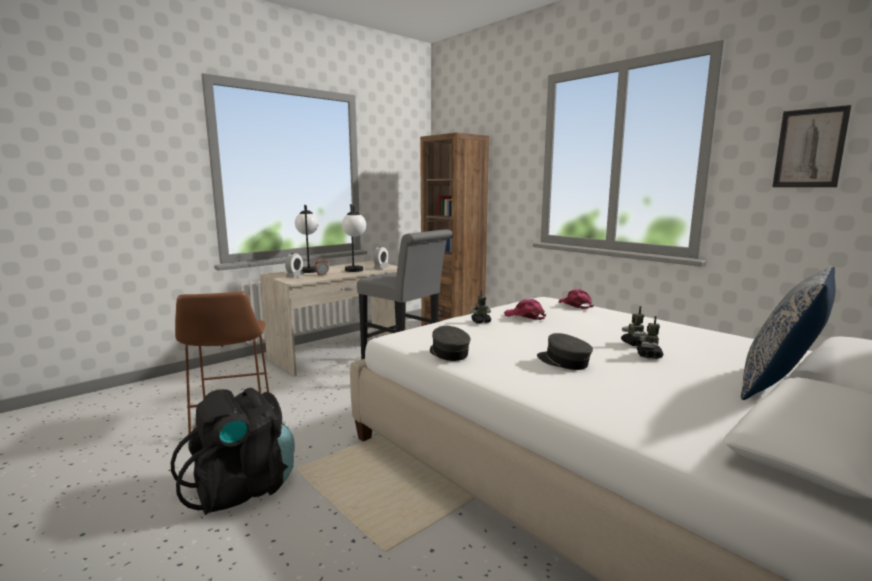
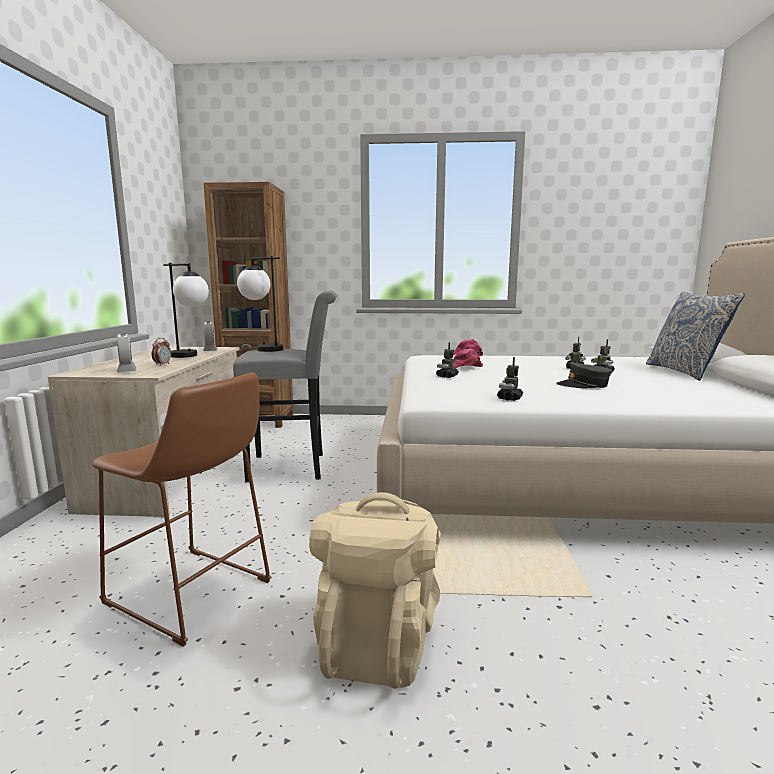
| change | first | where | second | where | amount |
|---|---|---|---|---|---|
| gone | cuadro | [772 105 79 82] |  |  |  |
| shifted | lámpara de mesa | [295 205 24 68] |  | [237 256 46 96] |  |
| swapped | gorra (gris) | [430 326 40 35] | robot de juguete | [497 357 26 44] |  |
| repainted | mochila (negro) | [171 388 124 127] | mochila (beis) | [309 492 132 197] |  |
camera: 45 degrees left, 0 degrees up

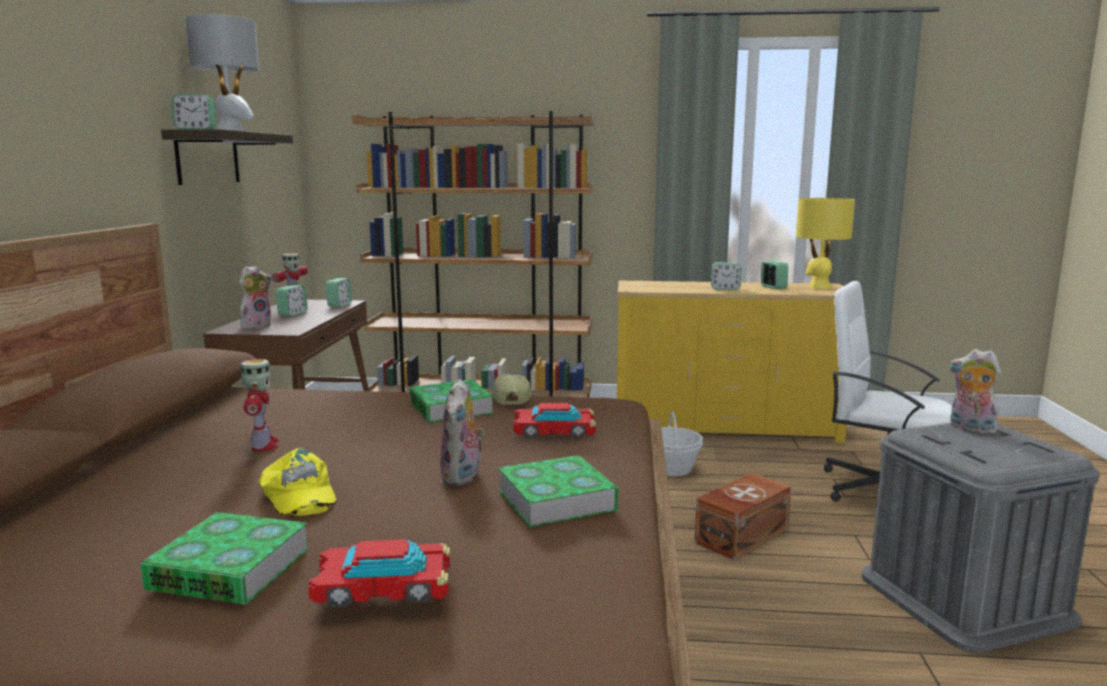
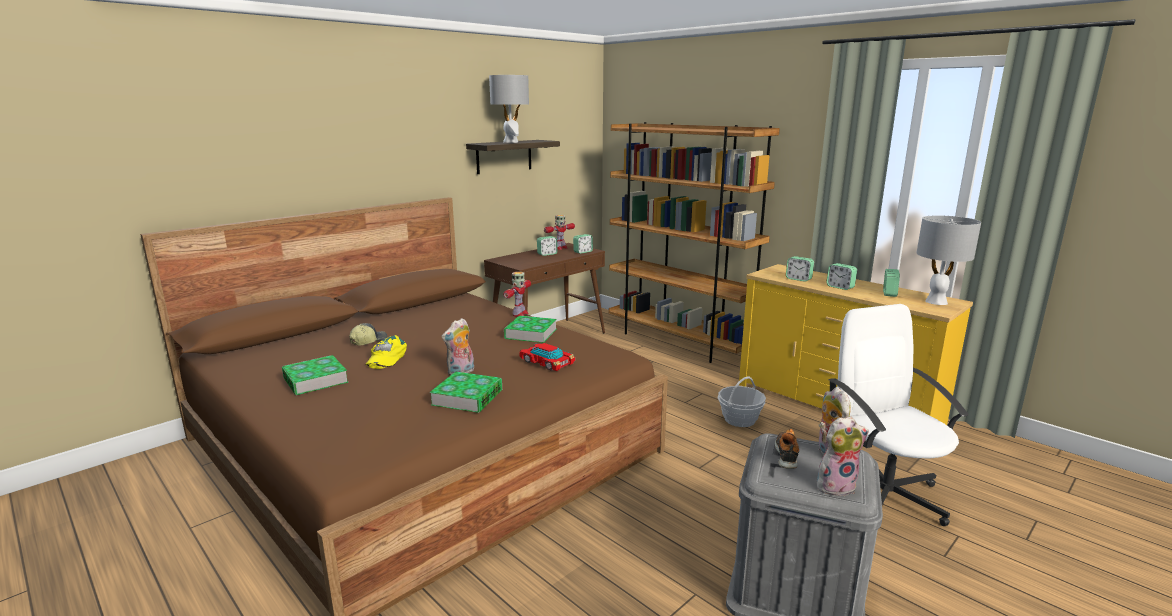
| change | first | where | second | where | amount |
|---|---|---|---|---|---|
| gone | coche de juguete | [308 539 142 69] |  |  |  |
| gone | caja de almacenaje (marrón) | [694 473 98 87] |  |  |  |
| new |  |  | zapato | [775 429 24 40] |  |
| shifted | despertador | [171 94 45 35] |  | [786 256 28 26] |  |
| shifted | peluche | [239 266 32 63] |  | [817 416 52 81] |  |
| shifted | robot de juguete | [240 359 39 93] |  | [503 272 28 45] |  |
| shifted | gorra | [492 372 39 33] |  | [349 323 38 23] |  |
| repainted | lámpara de mesa (amarillo) | [796 198 59 91] | lámpara de mesa (gris) | [917 215 64 90] |  |
camera: 40 degrees right, 5 degrees up

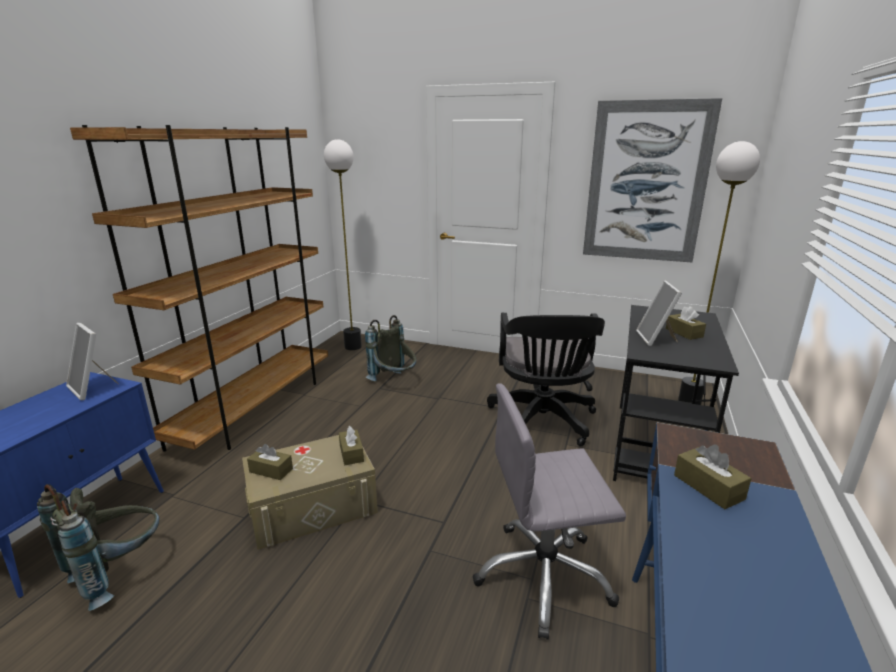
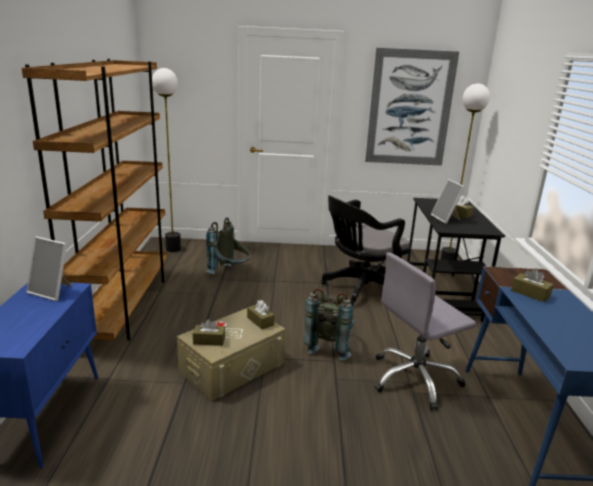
| change | first | where | second | where | amount |
|---|---|---|---|---|---|
| shifted | mochila (gris) | [37 484 123 127] |  | [304 288 51 72] |  |
| rotated | silla de oficina (negro) | [487 313 118 133] |  | [321 195 90 110] | 75 degrees clockwise |
camera: 20 degrees left, 0 degrees up

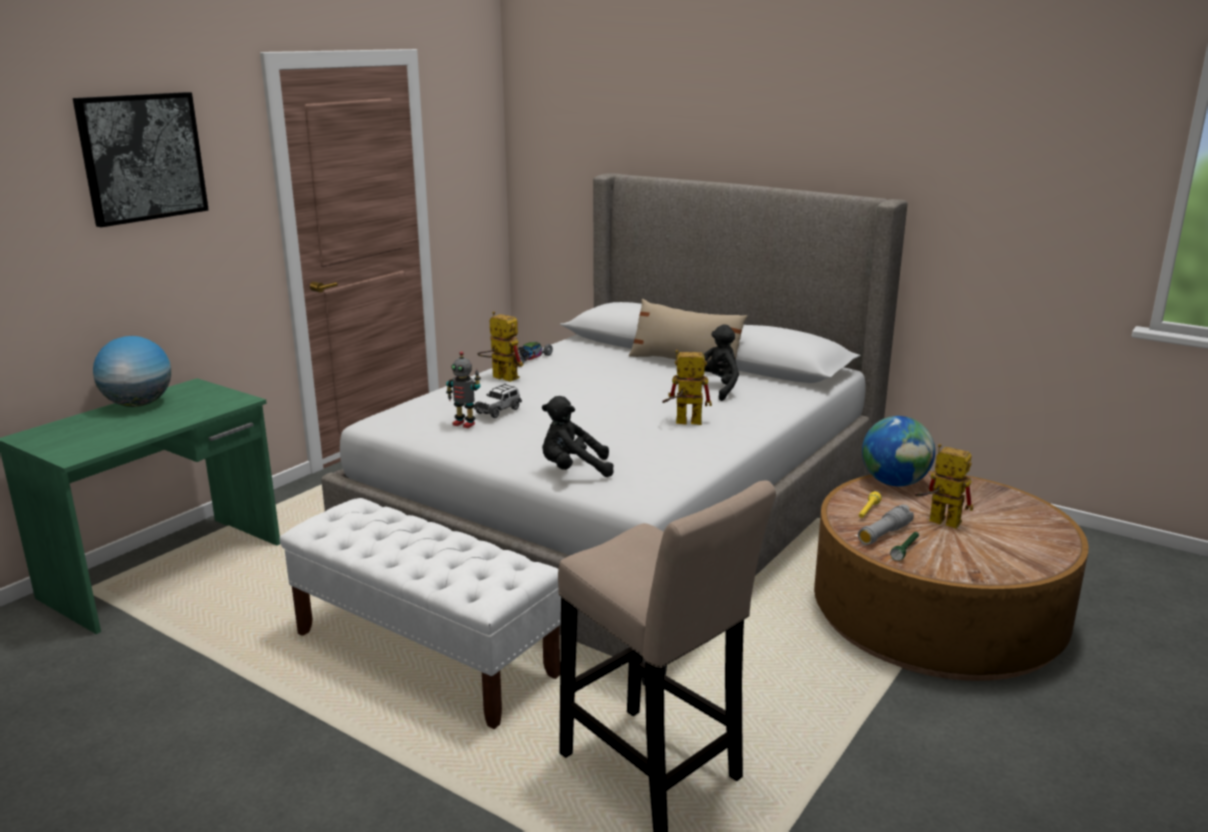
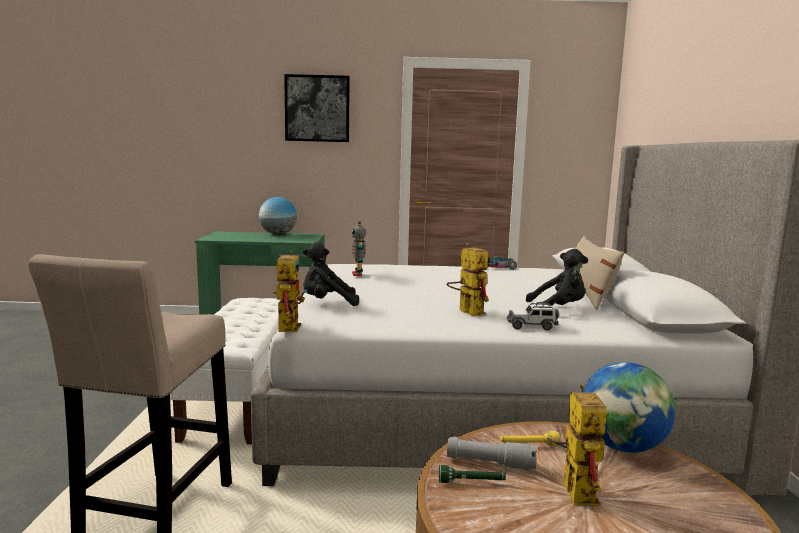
| change | first | where | second | where | amount |
|---|---|---|---|---|---|
| shifted | coche de juguete | [474 384 48 34] |  | [507 303 52 28] |  |
| shifted | robot de juguete | [478 311 45 71] |  | [273 250 34 82] |  |
| rotated | peluche (negro) | [542 396 72 81] |  | [303 242 56 64] | 60 degrees counterclockwise |
camera: 55 degrees right, 10 degrees down

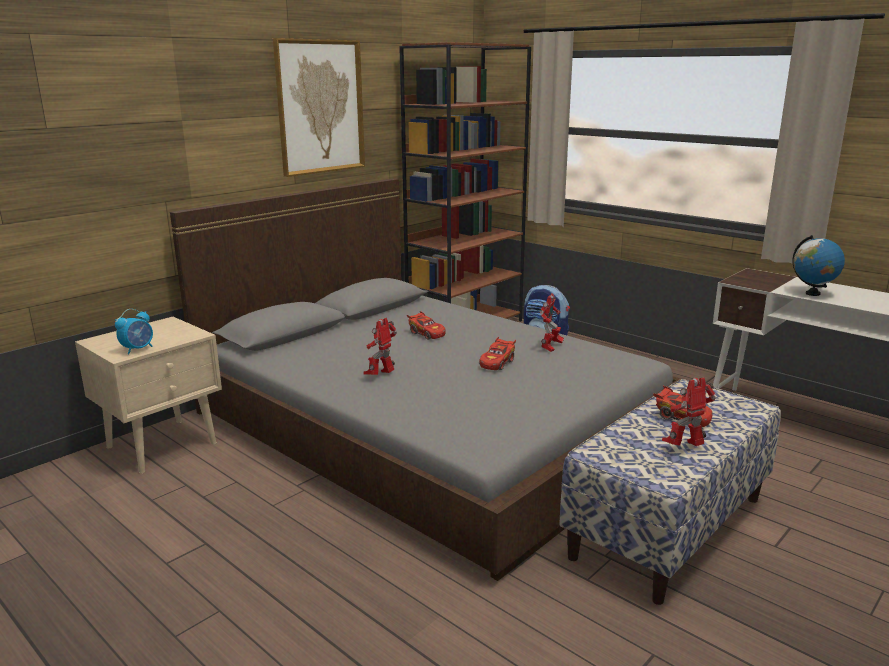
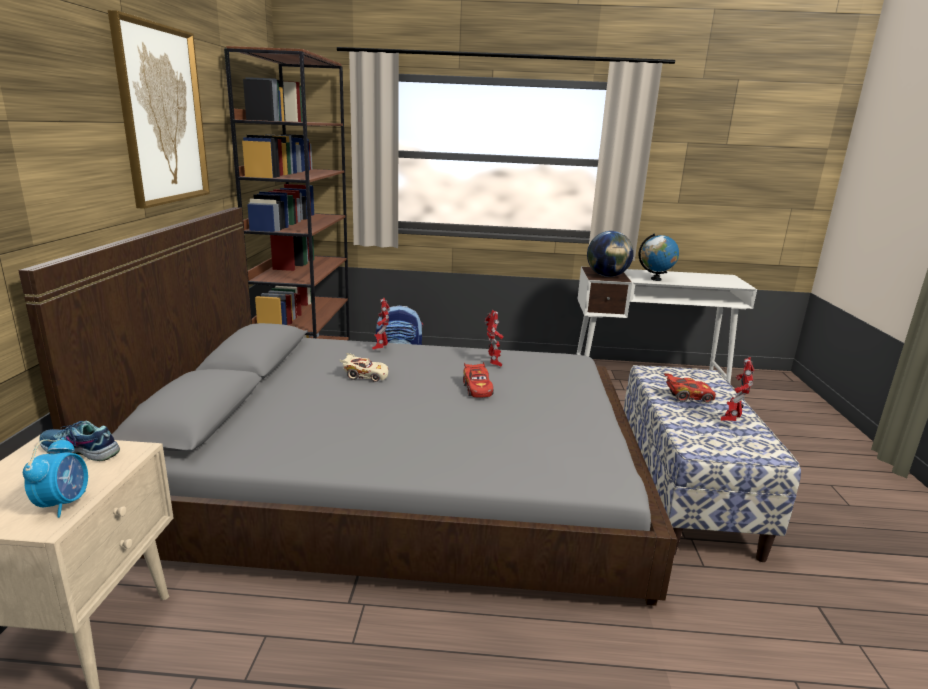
| change | first | where | second | where | amount |
|---|---|---|---|---|---|
| new |  |  | zapato | [39 421 81 40] |  |
| new |  |  | globo terráqueo | [587 231 47 46] |  |
| shifted | robot de juguete | [364 318 33 57] |  | [372 298 18 52] |  |
| repainted | coche de juguete (rojo) | [407 311 39 28] | coche de juguete (beis) | [340 353 48 29] |  |
camera: 40 degrees left, 0 degrees up

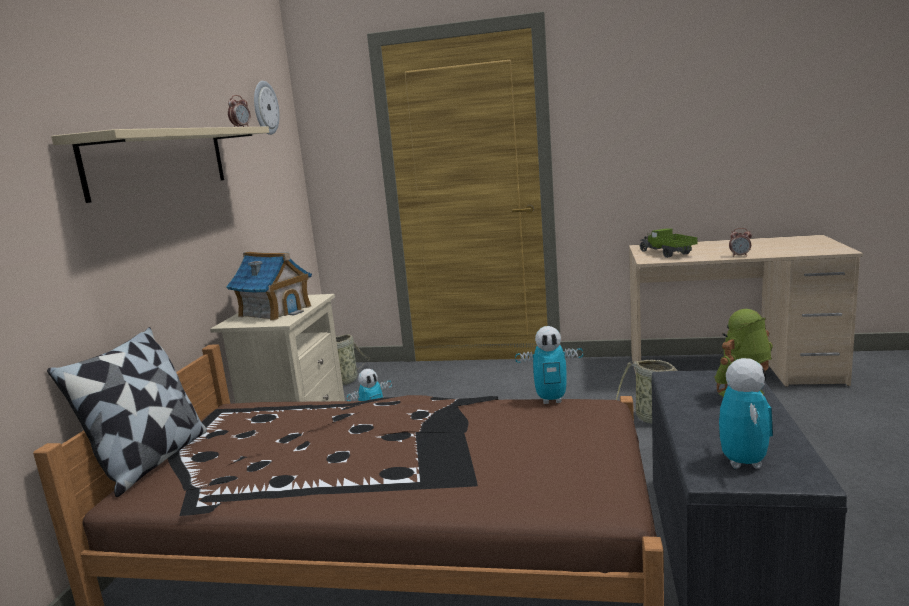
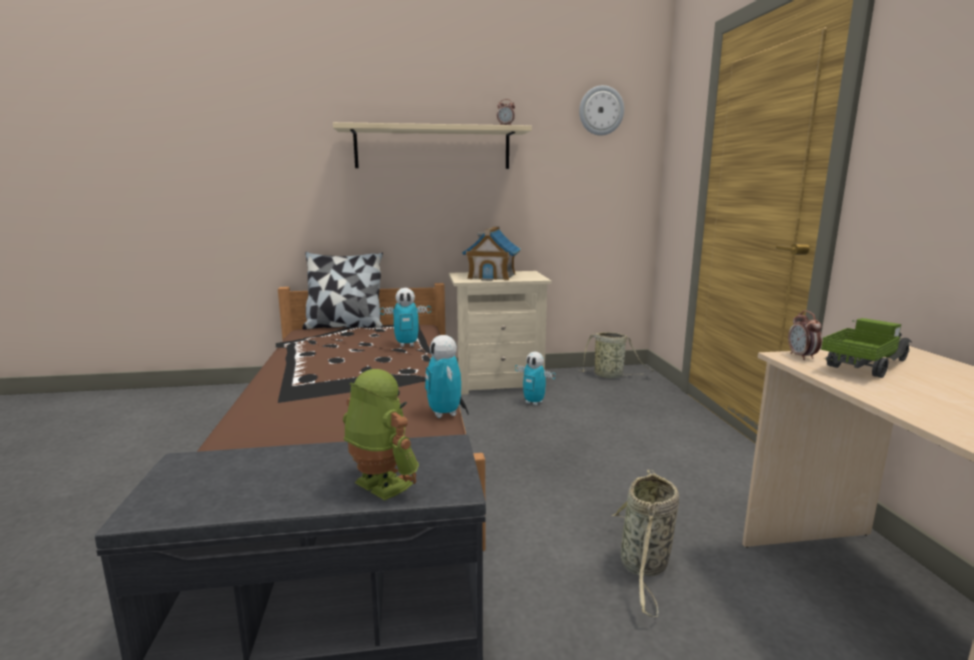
| change | first | where | second | where | amount |
|---|---|---|---|---|---|
| shifted | robot de juguete | [719 358 54 111] |  | [380 288 51 59] |  |
| shifted | despertador | [729 228 23 29] |  | [788 310 34 50] |  |
camera: 70 degrees right, 0 degrees up

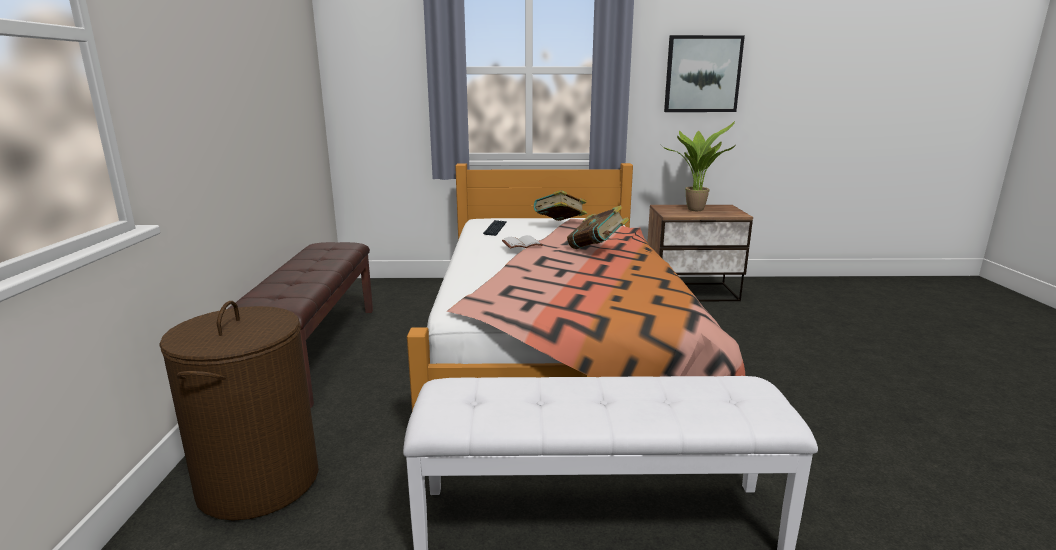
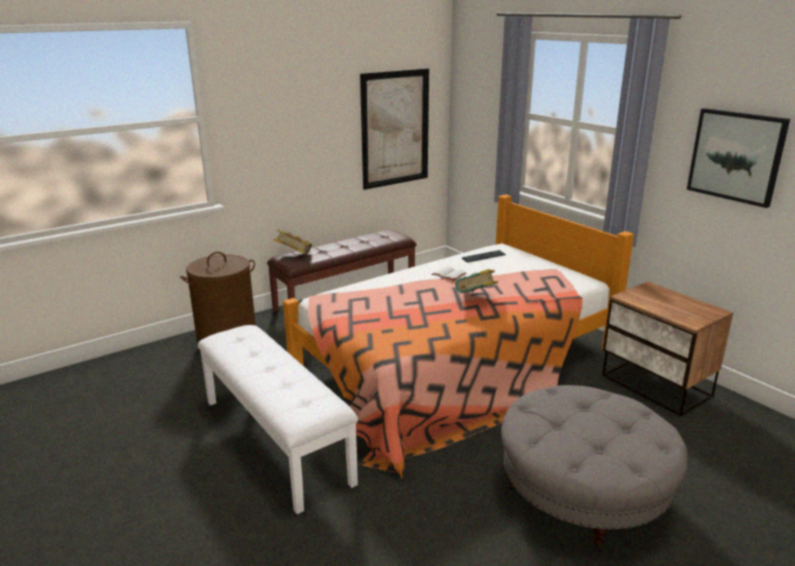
| change | first | where | second | where | amount |
|---|---|---|---|---|---|
| gone | planta en maceta | [662 121 74 90] |  |  |  |
| new |  |  | cuadro | [360 68 69 122] |  |
| new |  |  | puf (gris) | [501 385 186 166] |  |
| shifted | libro | [534 190 53 31] |  | [274 229 38 25] |  |
camera: 55 degrees right, 5 degrees up

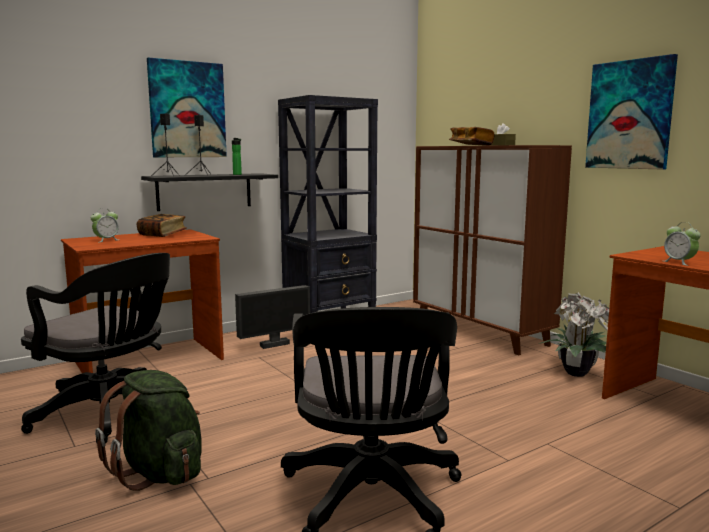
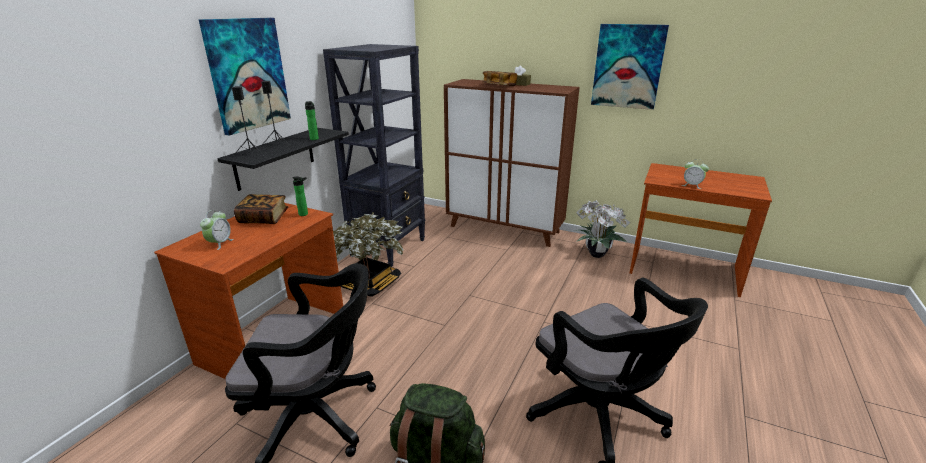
| change | first | where | second | where | amount |
|---|---|---|---|---|---|
| new |  |  | botella | [292 177 16 39] |  |
| swapped | monitor | [235 285 75 64] | planta en maceta | [333 212 71 85] |  |
camera: 30 degrees left, 15 degrees up

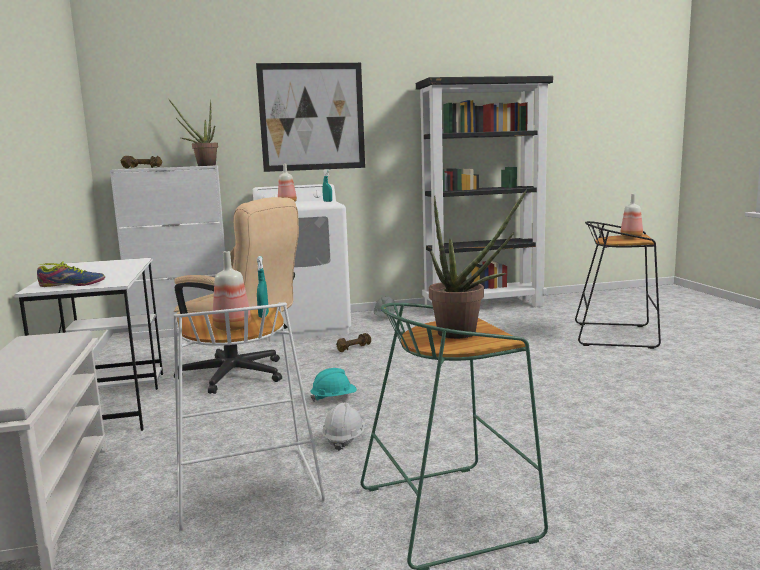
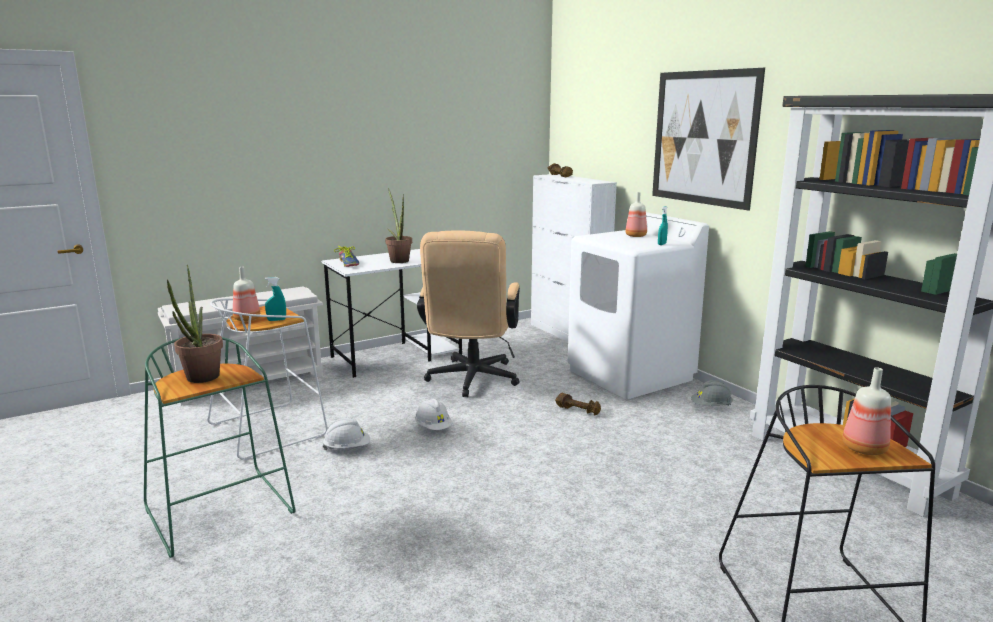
| change | first | where | second | where | amount |
|---|---|---|---|---|---|
| shifted | planta en maceta | [169 99 49 67] |  | [385 188 27 75] |  |
| repainted | casco (turquesa) | [310 368 47 34] | casco (blanco) | [415 399 38 31] |  |
camera: 70 degrees right, 5 degrees up

